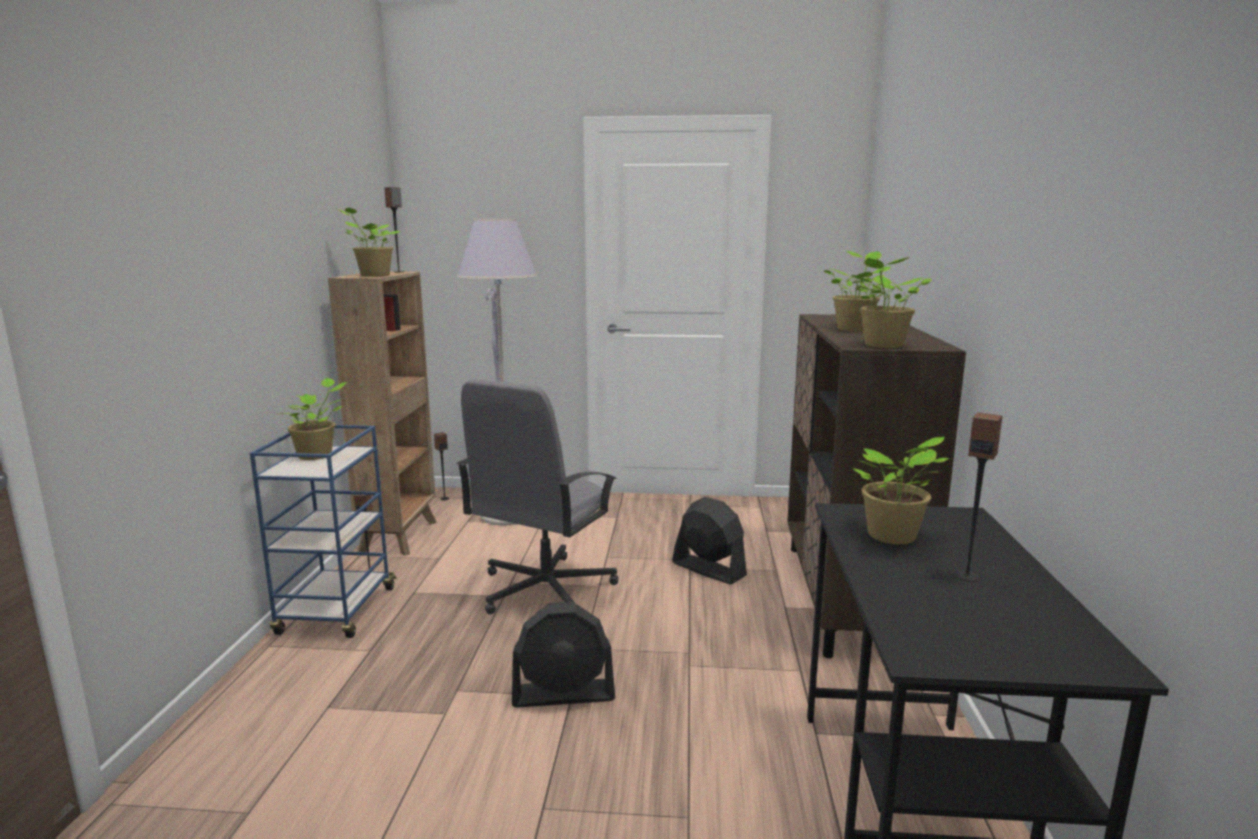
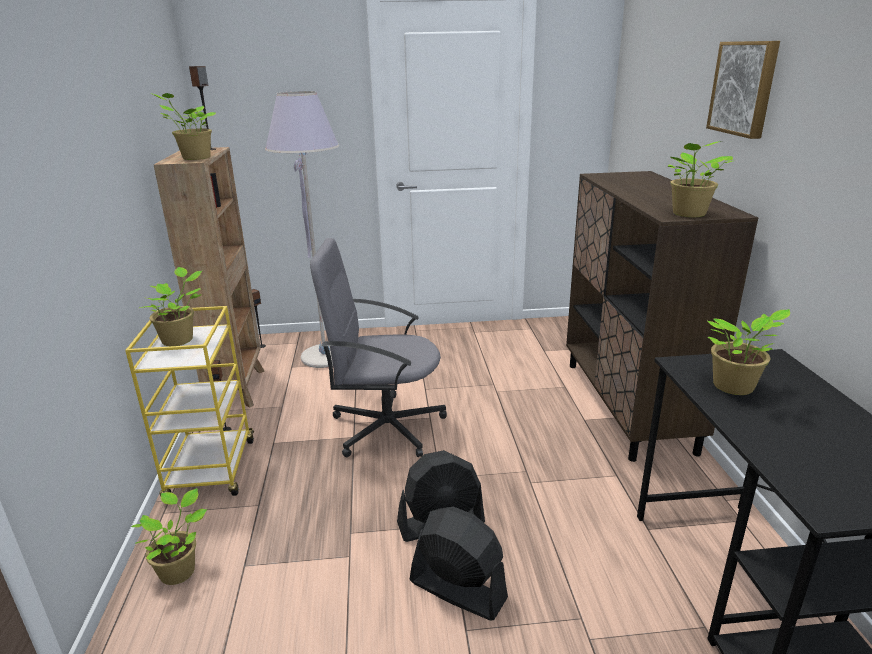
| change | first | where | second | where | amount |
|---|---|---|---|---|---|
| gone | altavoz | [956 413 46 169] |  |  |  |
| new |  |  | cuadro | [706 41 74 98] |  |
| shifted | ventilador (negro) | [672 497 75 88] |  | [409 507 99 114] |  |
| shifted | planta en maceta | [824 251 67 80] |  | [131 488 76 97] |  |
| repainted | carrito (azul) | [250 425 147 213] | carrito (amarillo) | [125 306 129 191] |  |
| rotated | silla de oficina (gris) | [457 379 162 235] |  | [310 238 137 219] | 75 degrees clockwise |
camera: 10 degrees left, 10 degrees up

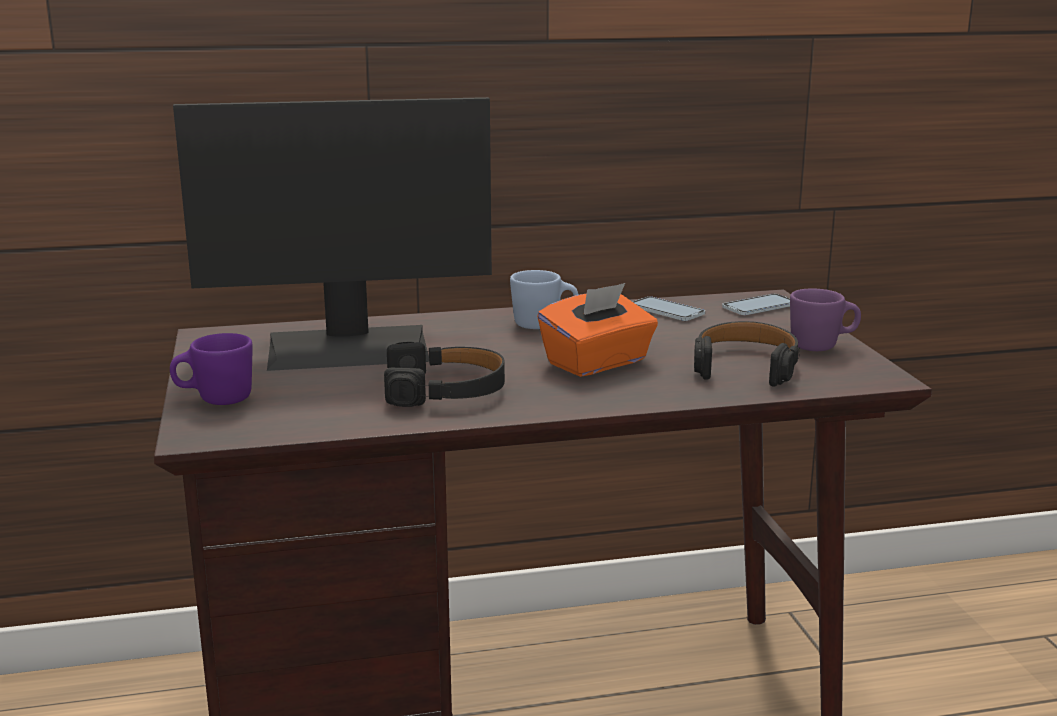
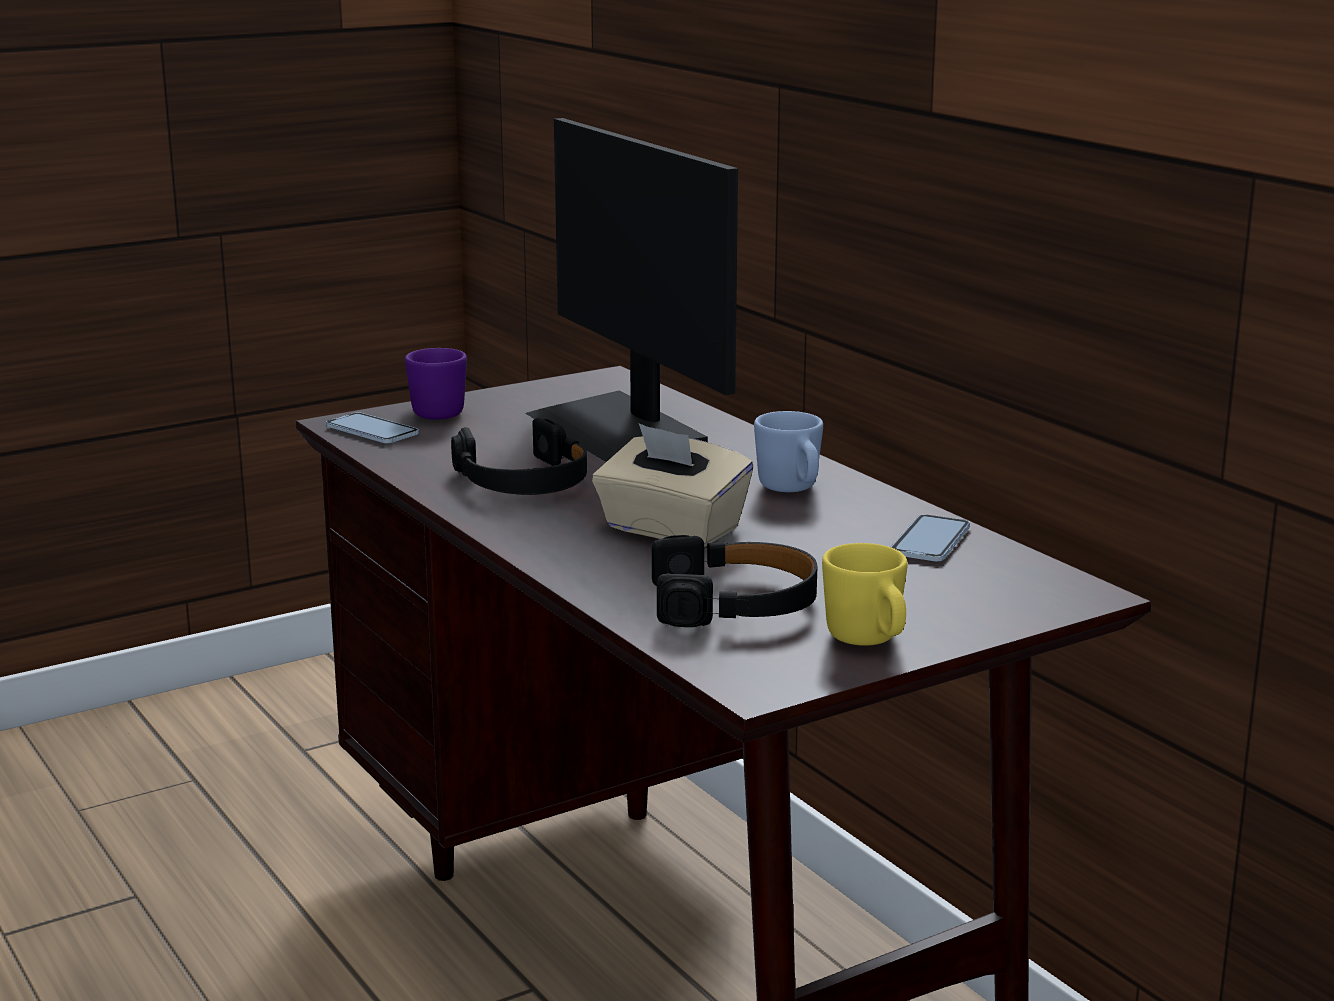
| change | first | where | second | where | amount |
|---|---|---|---|---|---|
| shifted | móvil | [722 294 68 21] |  | [326 412 93 31] |  |
| repainted | caja de pañuelos (naranja) | [537 283 121 94] | caja de pañuelos (beis) | [592 423 161 124] |  |
| repainted | taza grande (morado) | [790 289 71 62] | taza grande (amarillo) | [822 543 86 103] |  |
camera: 70 degrees right, 0 degrees up

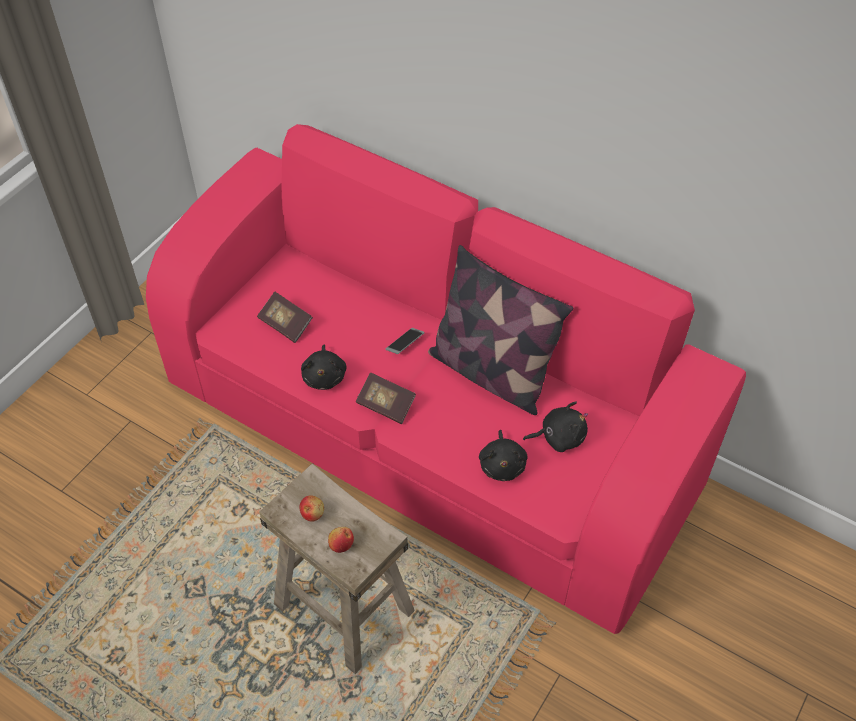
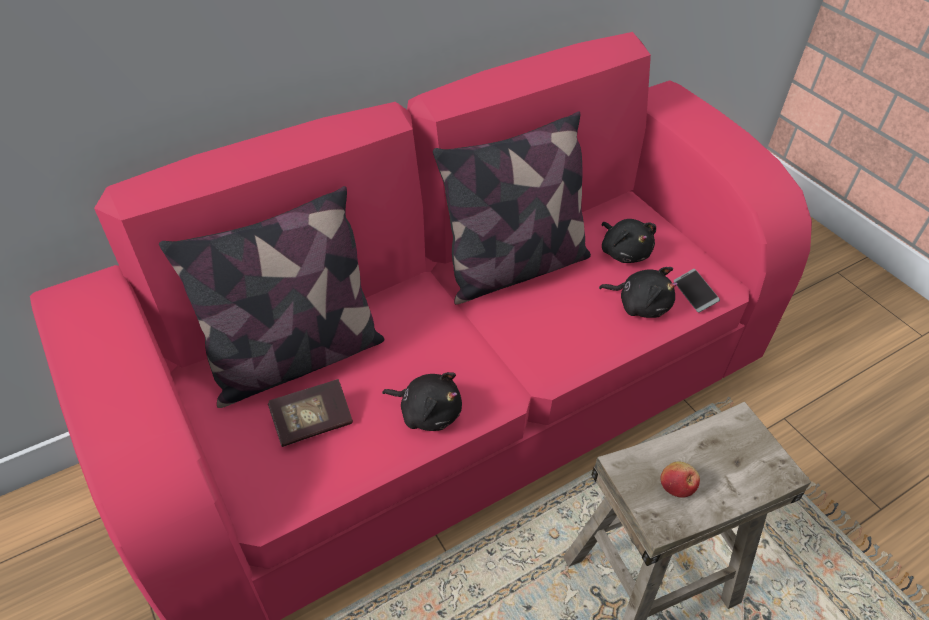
| change | first | where | second | where | amount |
|---|---|---|---|---|---|
| gone | manzana | [328 527 26 26] |  |  |  |
| gone | libro | [356 372 60 52] |  |  |  |
| new |  |  | cojín | [159 186 225 222] |  |
| shifted | móvil | [386 328 39 26] |  | [674 269 46 44] |  |
| rotated | peluche (negro) | [523 401 65 51] |  | [601 219 55 44] | 135 degrees clockwise |
camera: 65 degrees left, 5 degrees down

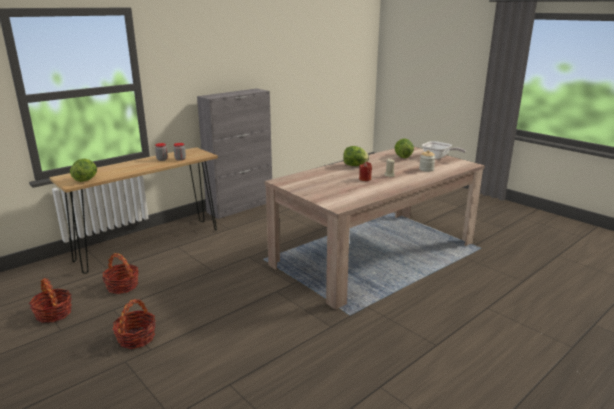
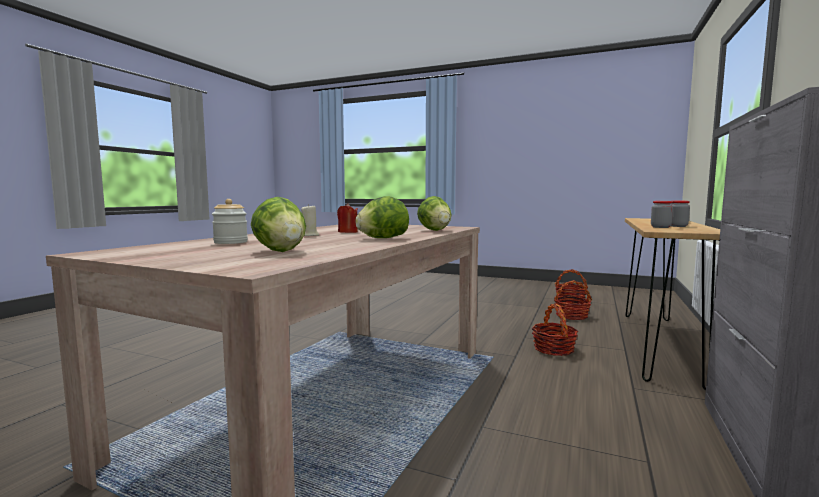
| change | first | where | second | where | amount |
|---|---|---|---|---|---|
| gone | sartén | [422 141 44 18] |  |  |  |
| shifted | lechuga | [70 159 27 23] |  | [417 196 34 35] |  |
| shifted | cesta | [113 299 43 50] |  | [531 304 47 52] |  |
camera: 155 degrees right, 15 degrees down

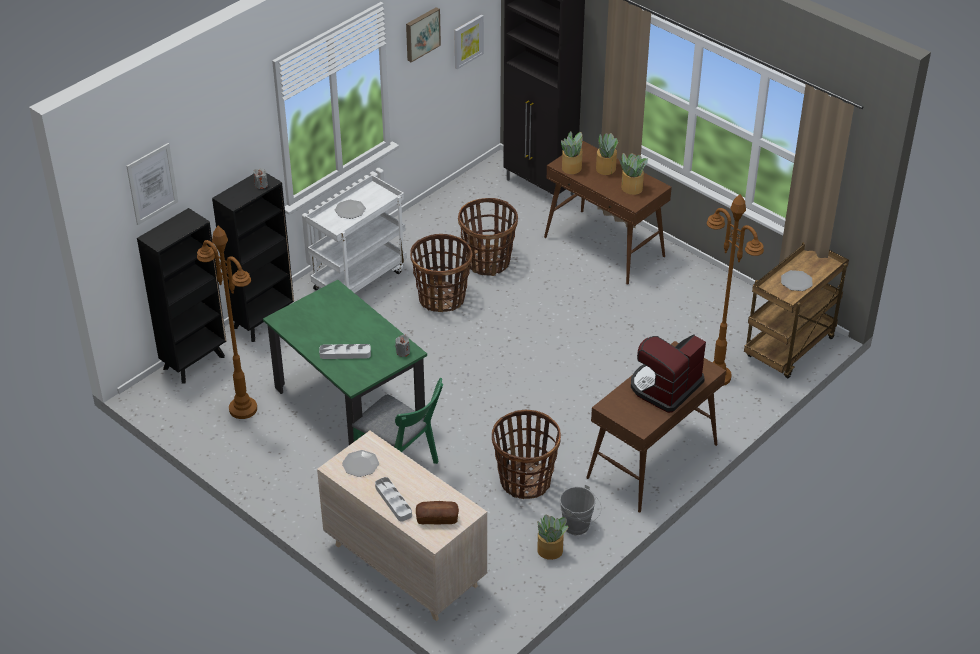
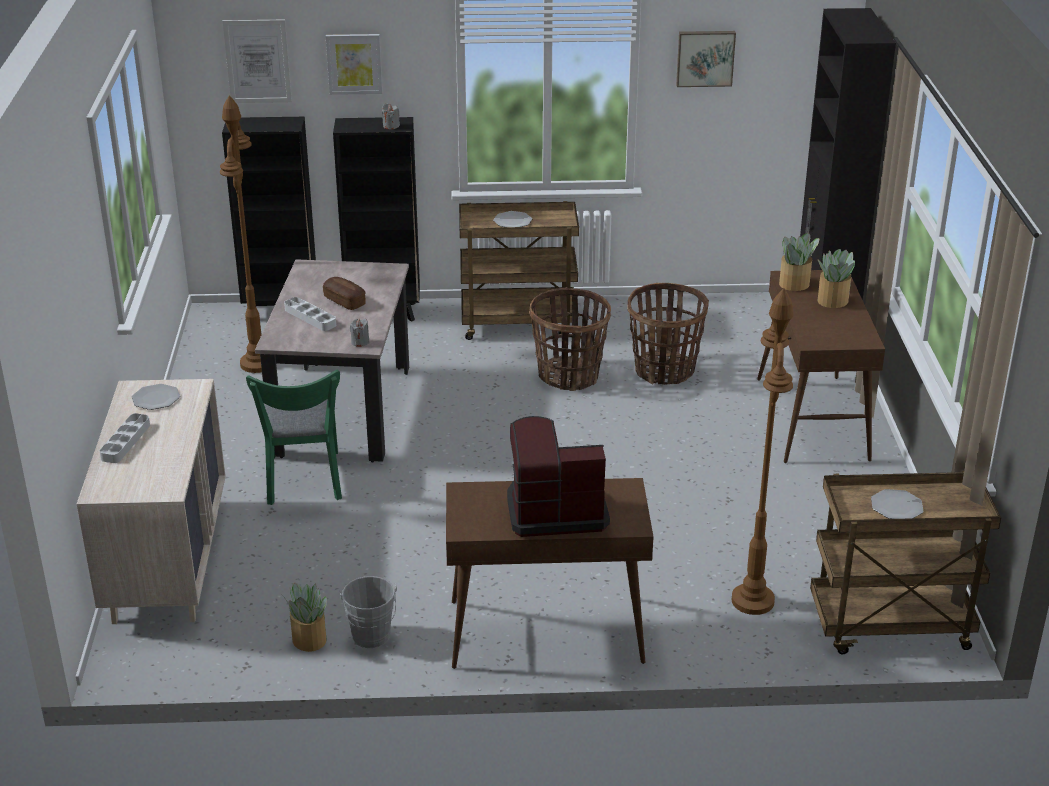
| change | first | where | second | where | amount |
|---|---|---|---|---|---|
| gone | cesta | [492 410 69 89] |  |  |  |
| gone | planta en maceta | [619 153 29 42] |  |  |  |
| shifted | pan | [416 501 43 24] |  | [323 277 43 33] |  |
| shifted | cuadro | [454 15 30 54] |  | [326 34 56 61] |  |
| repainted | mesa de comedor (verde) | [263 280 164 165] | mesa de comedor (beis) | [255 259 154 203] |  |
| repainted | carrito (blanco) | [305 175 102 118] | carrito (marrón) | [459 201 120 139] |  |
camera: 45 degrees right, 10 degrees down

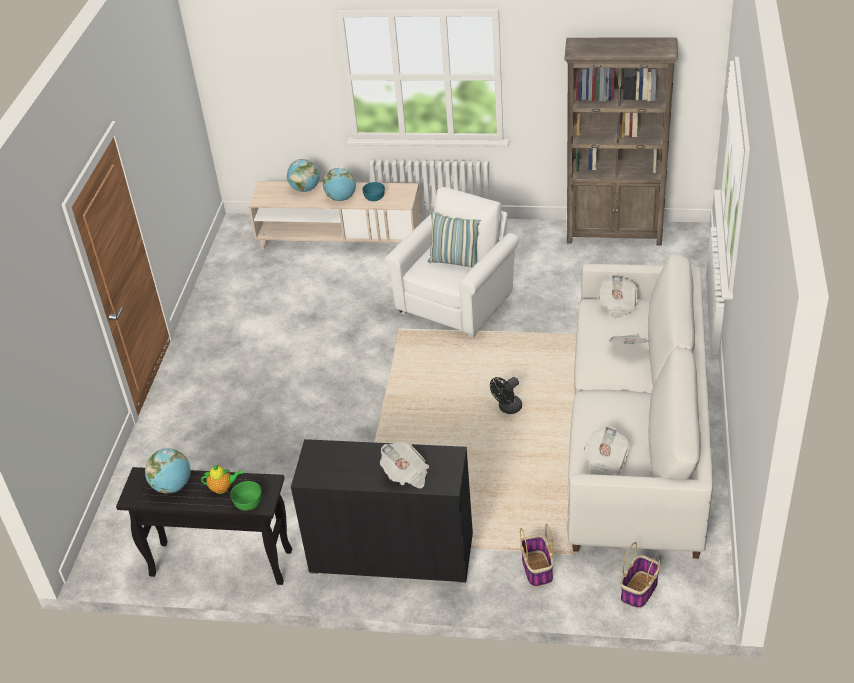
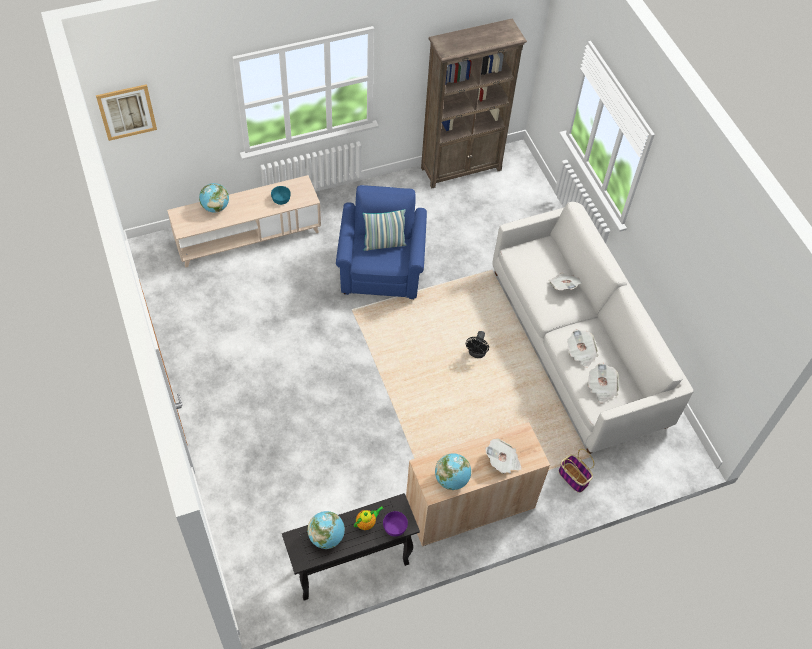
| change | first | where | second | where | amount |
|---|---|---|---|---|---|
| gone | cesta | [621 542 40 66] |  |  |  |
| new |  |  | cuadro | [96 84 61 57] |  |
| shifted | globo terráqueo | [323 168 33 33] |  | [435 453 36 37] |  |
| shifted | periódico | [599 274 39 45] |  | [567 329 32 39] |  |
| repainted | cuenco (verde) | [231 481 31 30] | cuenco (morado) | [383 511 25 26] |  |
| repainted | armario (negro) | [291 439 182 144] | armario (beis) | [406 422 144 125] |  |
| repainted | sillón (blanco) | [385 187 134 151] | sillón (azul) | [336 185 91 114] |  |
camera: 35 degrees left, 15 degrees up

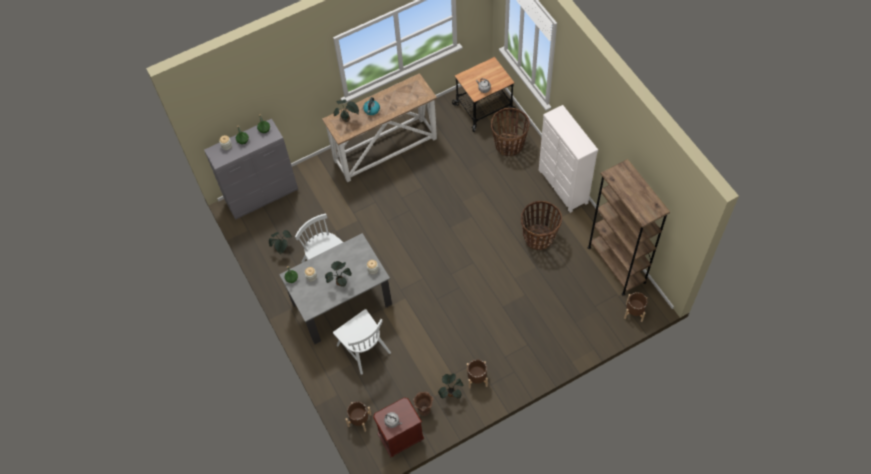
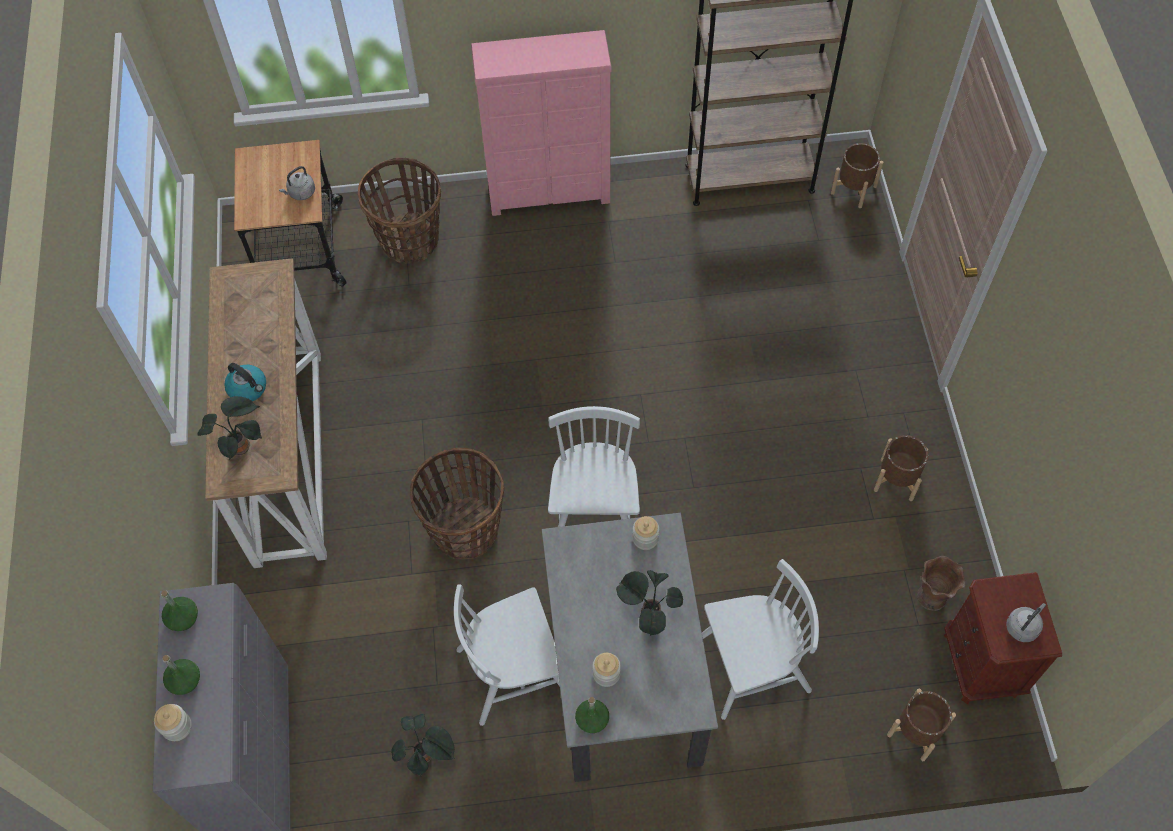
| change | first | where | second | where | amount |
|---|---|---|---|---|---|
| gone | planta en maceta | [438 373 25 26] |  |  |  |
| new |  |  | silla (blanco) | [548 406 92 121] |  |
| shifted | cesta | [521 201 41 49] |  | [410 448 94 111] |  |
| repainted | cómoda (blanco) | [539 105 59 108] | cómoda (rosa) | [471 30 141 186] |  |
camera: 70 degrees left, 0 degrees up

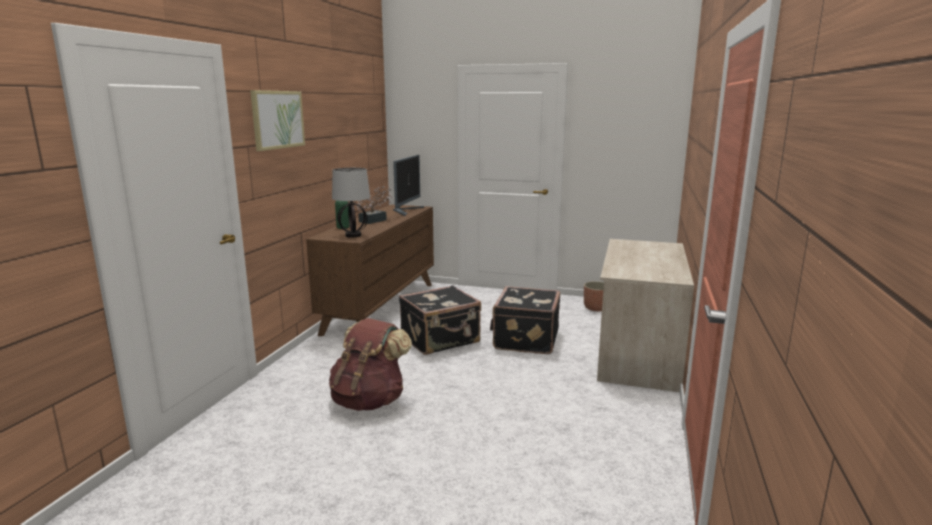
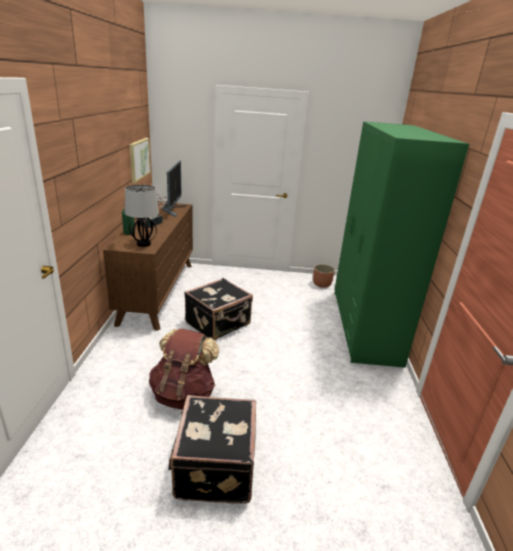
| change | first | where | second | where | amount |
|---|---|---|---|---|---|
| shifted | cuadro | [250 90 55 61] |  | [129 138 22 45] |  |
| shifted | maleta (negro) | [490 286 70 68] |  | [168 395 88 109] |  |
| swapped | escritorio (beis) | [597 239 97 153] | armario ropero (verde) | [335 122 134 246] |  |
camera: 15 degrees left, 10 degrees up

